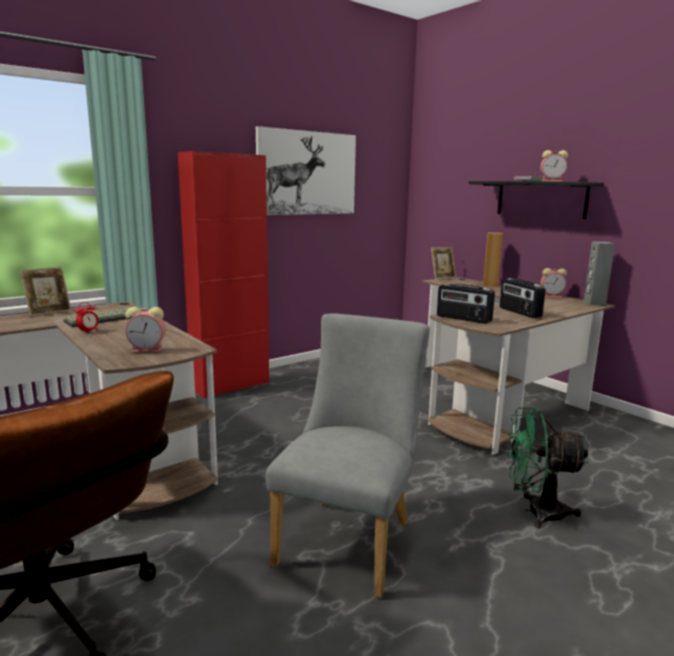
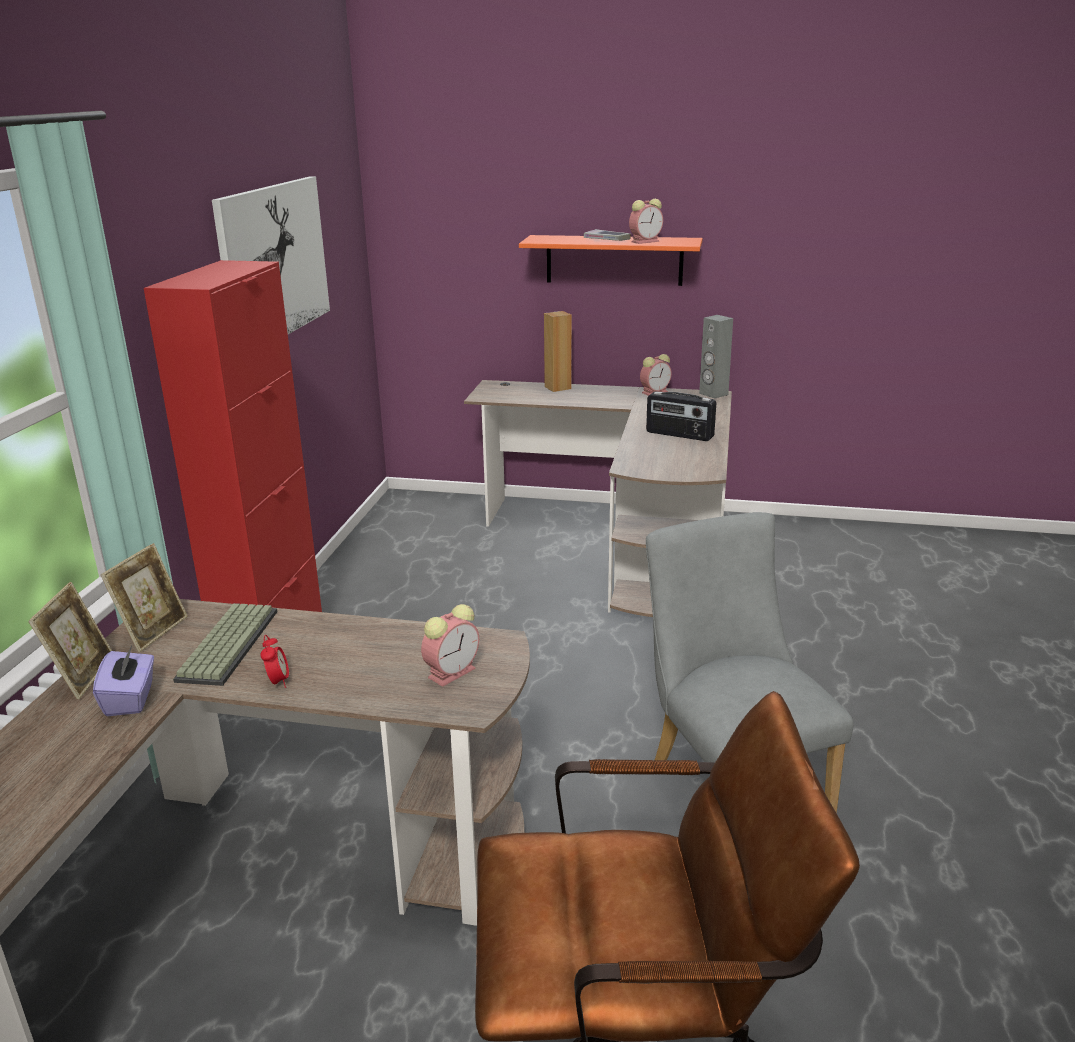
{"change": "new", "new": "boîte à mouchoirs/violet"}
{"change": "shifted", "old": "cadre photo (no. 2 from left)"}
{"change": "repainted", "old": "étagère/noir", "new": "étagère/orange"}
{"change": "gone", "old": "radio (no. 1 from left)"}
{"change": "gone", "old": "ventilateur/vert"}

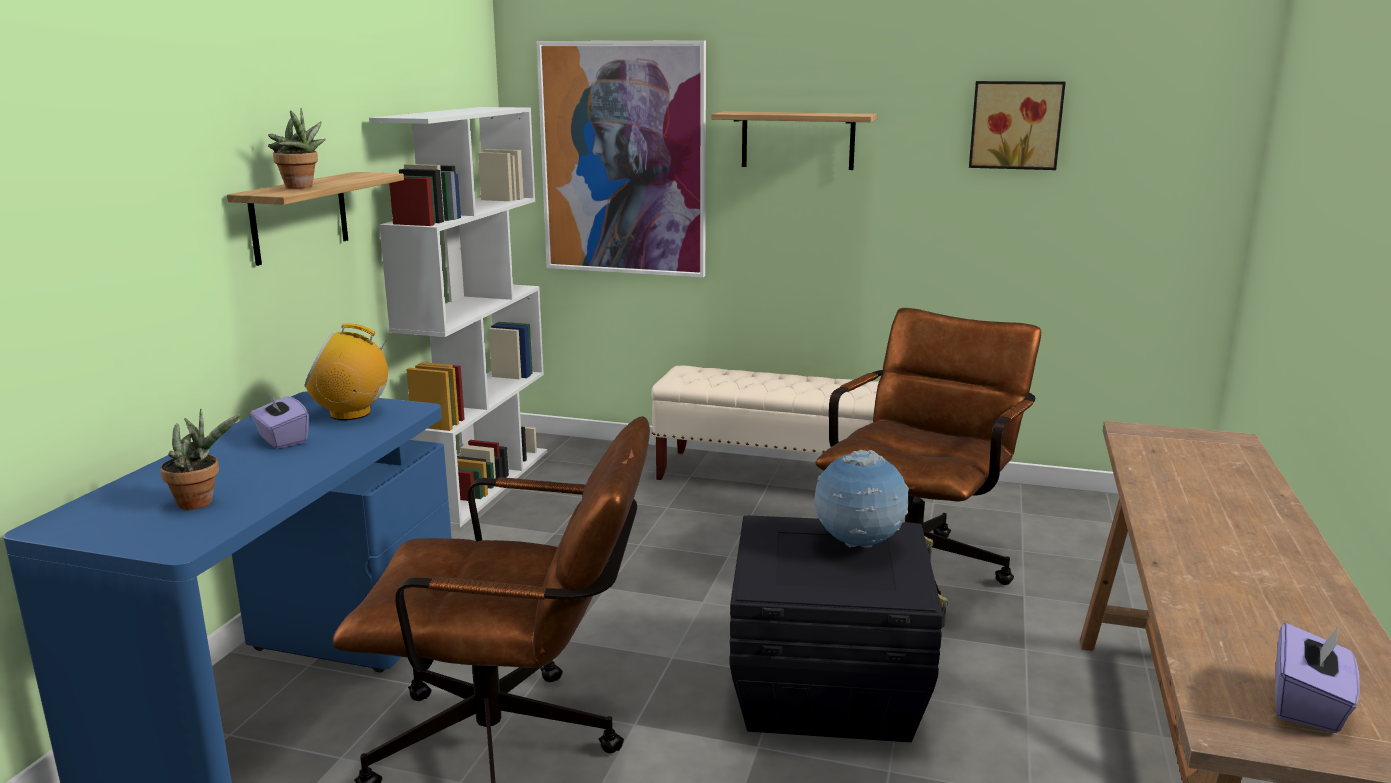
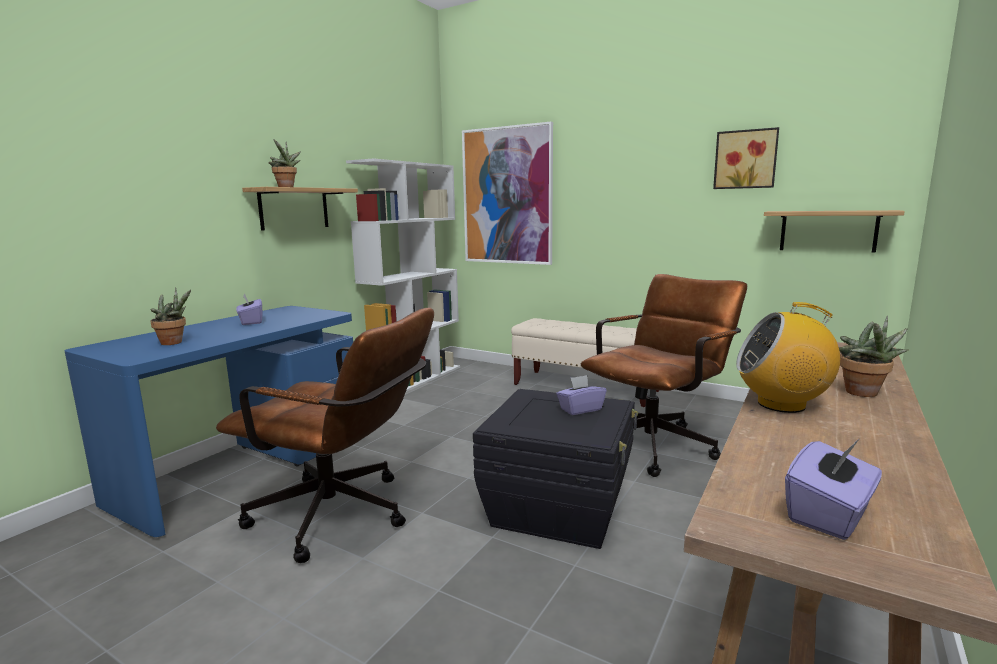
{"change": "swapped", "old": "globe", "new": "boîte à mouchoirs/violet (no. 2 from left)"}
{"change": "shifted", "old": "radio"}
{"change": "shifted", "old": "étagère (no. 2 from left)"}
{"change": "new", "new": "plante en pot (no. 3 from left)"}

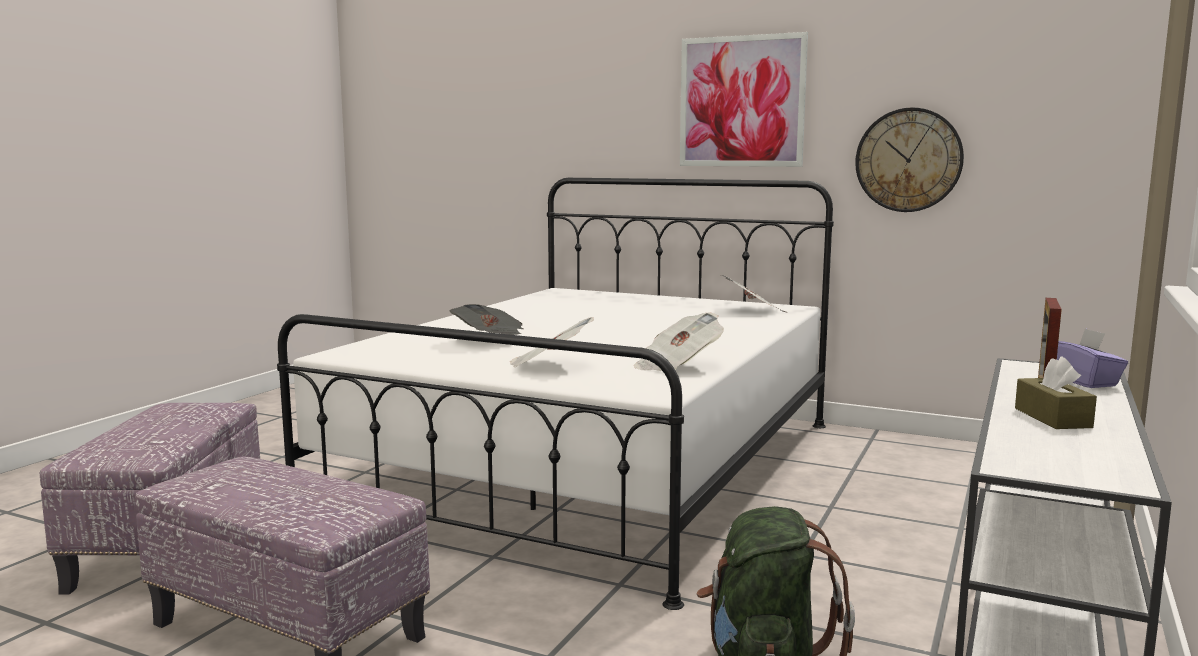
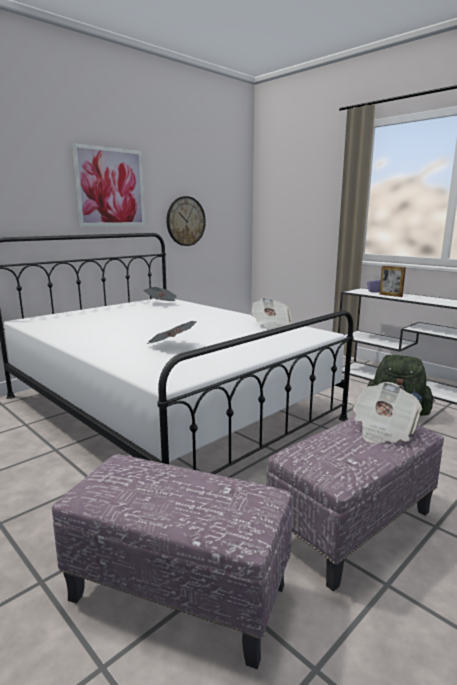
{"change": "shifted", "old": "journal (no. 2 from left in the first image)", "new": "journal (no. 4 from left)"}
{"change": "gone", "old": "boîte à mouchoirs/marron"}

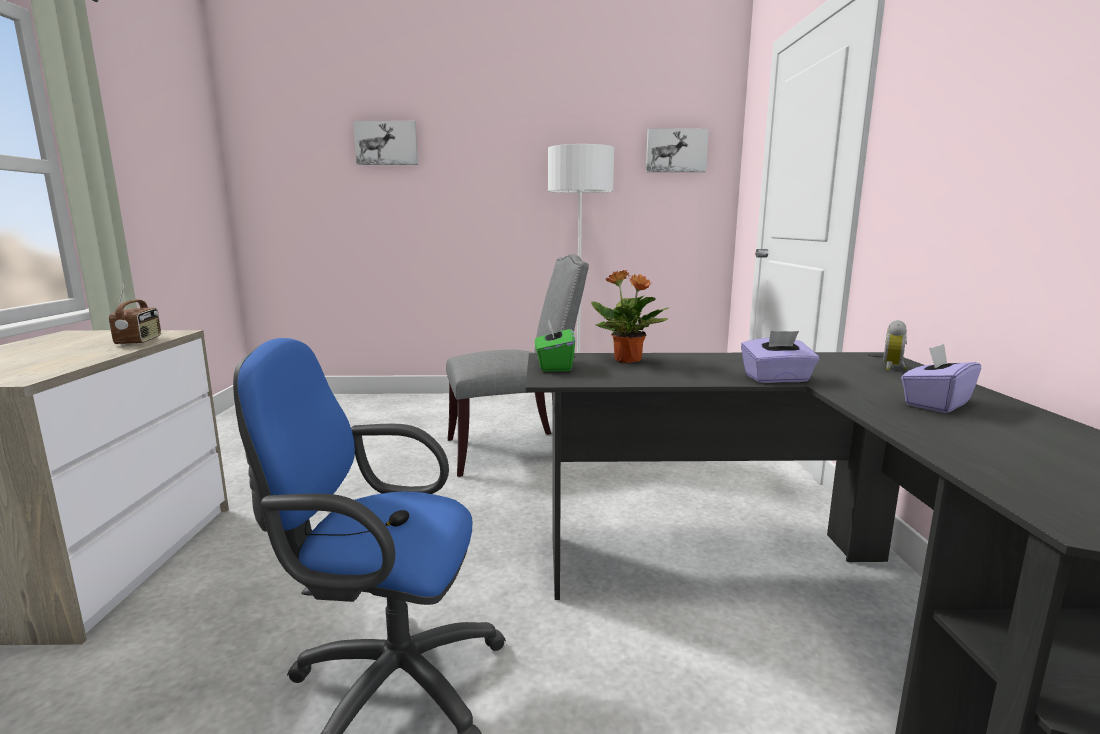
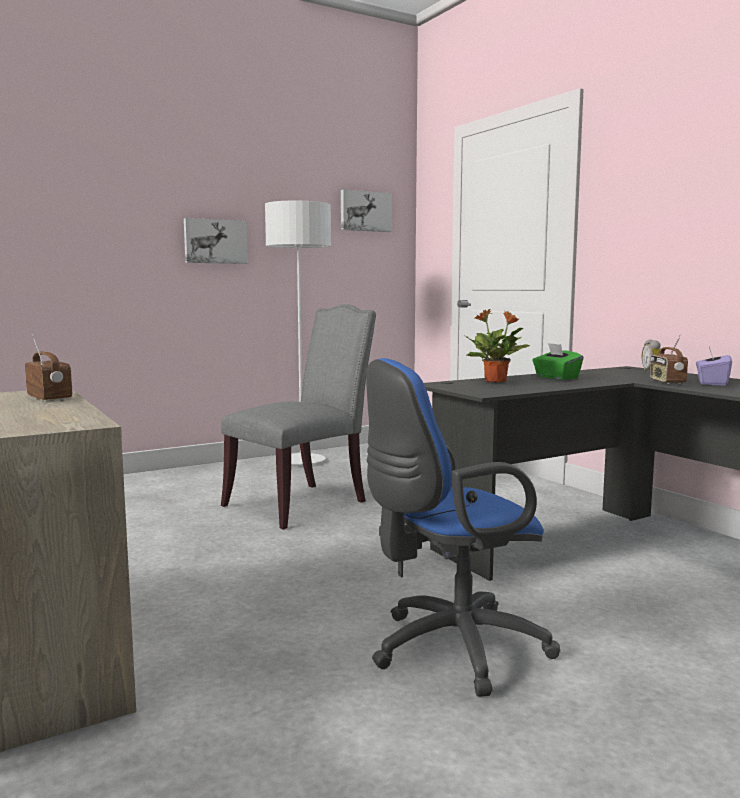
{"change": "shifted", "old": "tableau (no. 1 from left)"}
{"change": "shifted", "old": "boîte à mouchoirs/vert"}
{"change": "new", "new": "radio (no. 2 from left)"}
{"change": "gone", "old": "boîte à mouchoirs/violet (no. 1 from left)"}

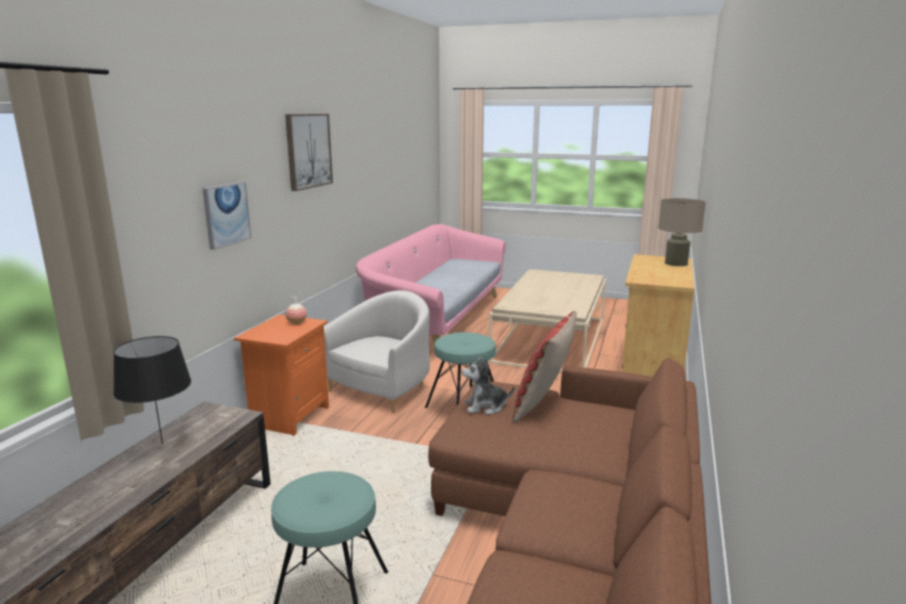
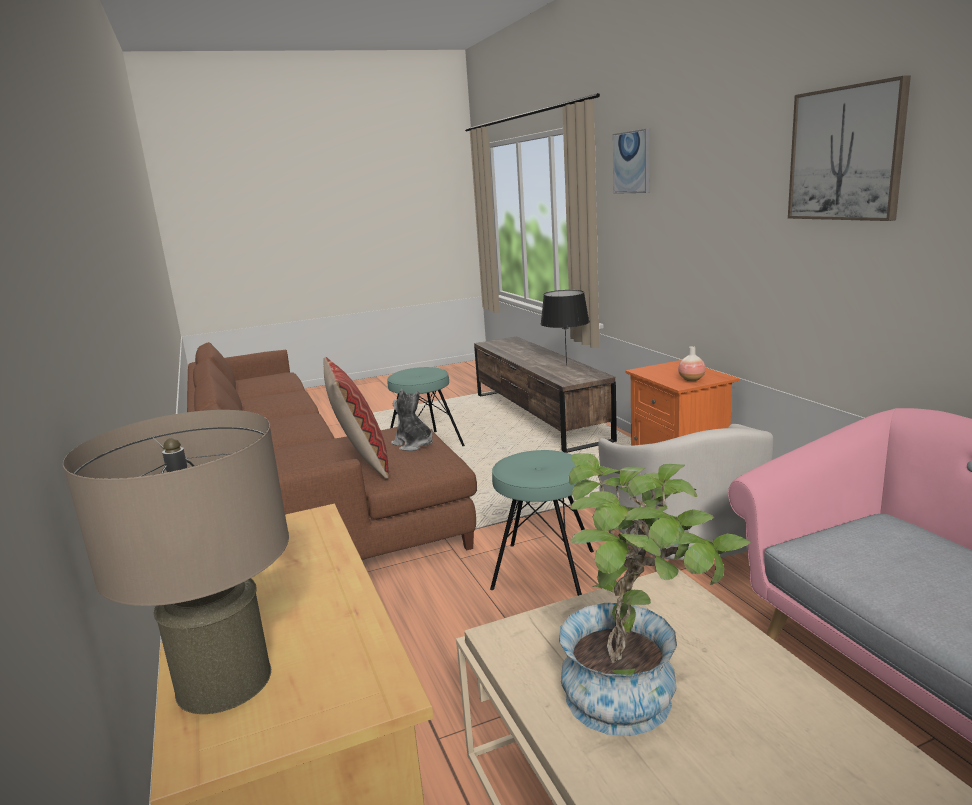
{"change": "rotated", "old": "peluche", "degrees": -90}
{"change": "new", "new": "plante en pot"}
{"change": "shifted", "old": "tableau (no. 1 from left)"}

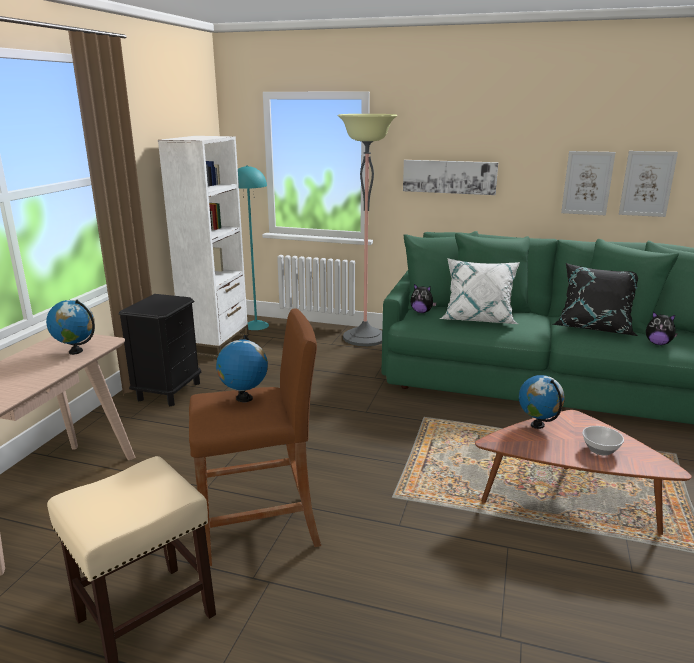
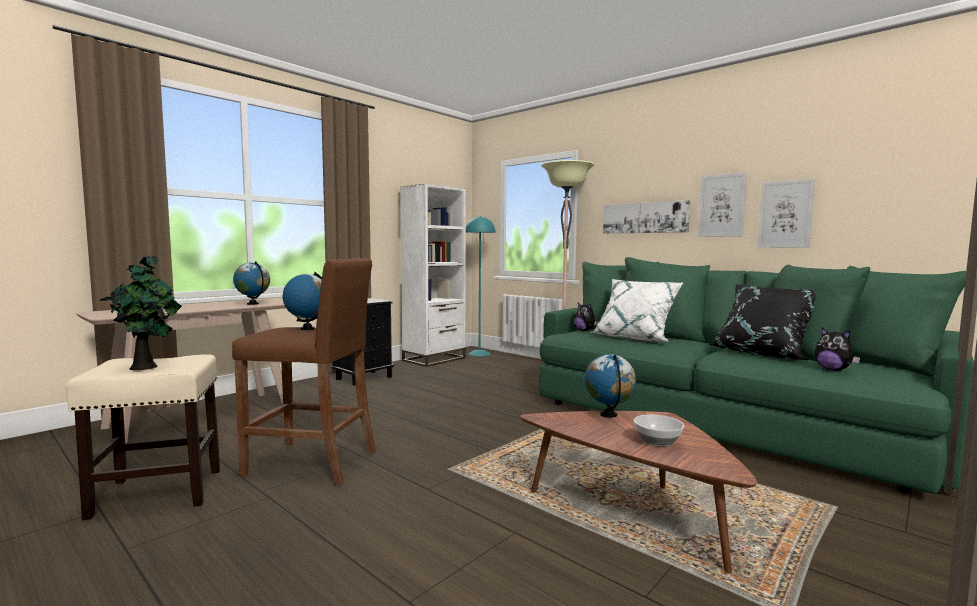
{"change": "new", "new": "plante en pot"}
{"change": "shifted", "old": "tableau (no. 3 from left in the first image)", "new": "tableau (no. 2 from left)"}

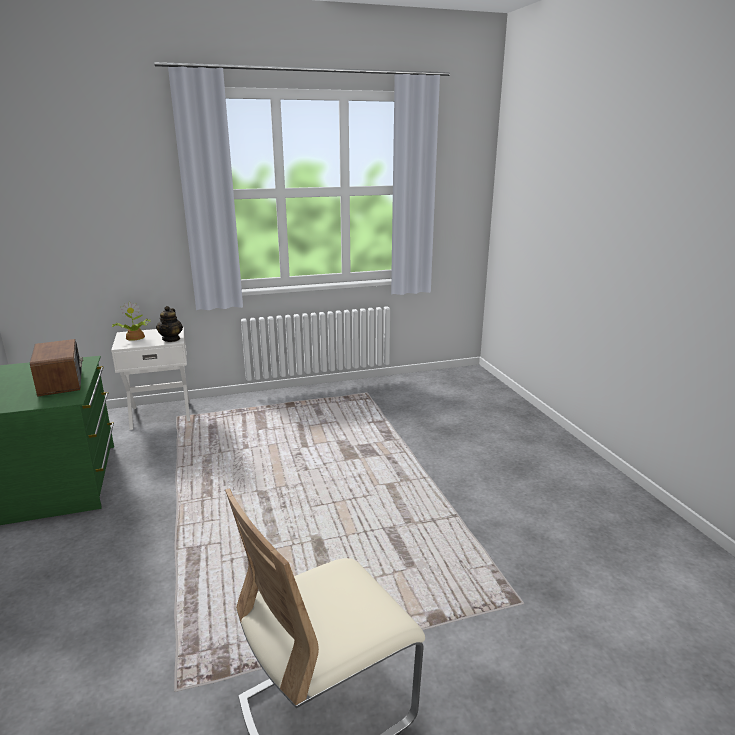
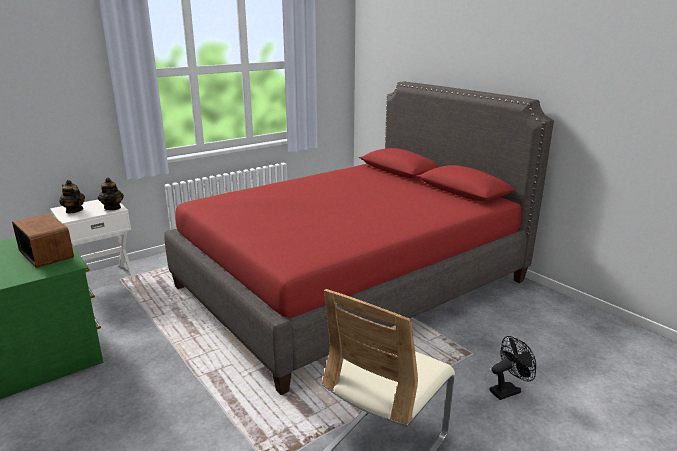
{"change": "swapped", "old": "plante en pot", "new": "théière (no. 1 from left)"}
{"change": "new", "new": "lit/rouge"}
{"change": "new", "new": "ventilateur/noir"}

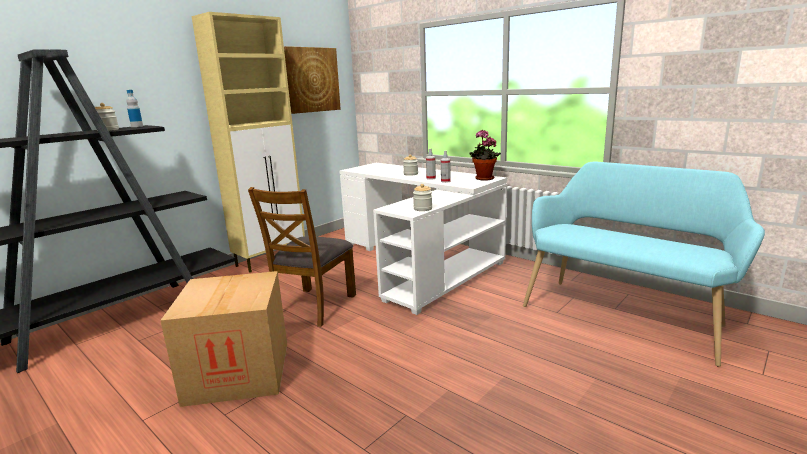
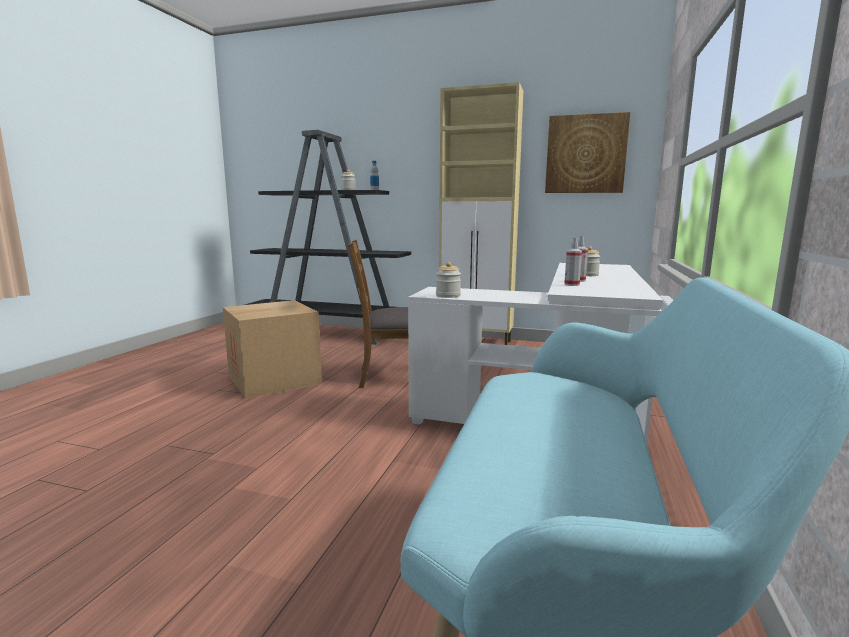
{"change": "gone", "old": "plante en pot"}

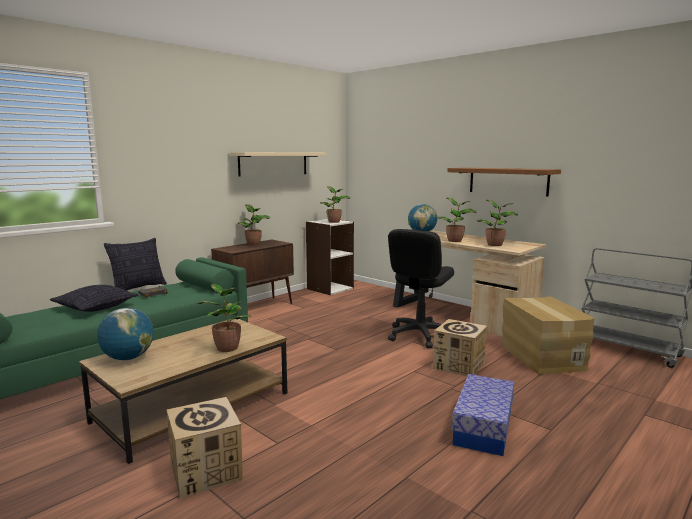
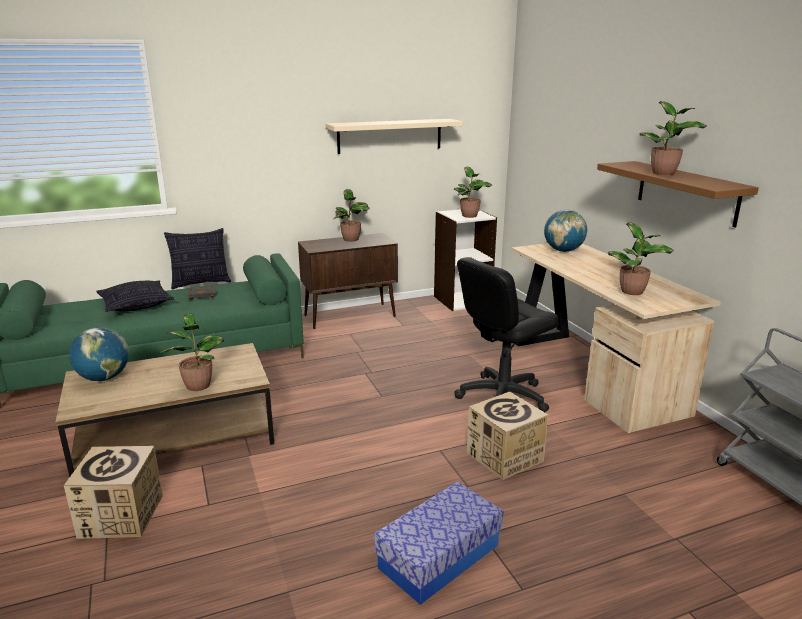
{"change": "shifted", "old": "plante en pot (no. 4 from left in the first image)", "new": "plante en pot (no. 5 from left)"}
{"change": "gone", "old": "carton (no. 3 from left)"}

